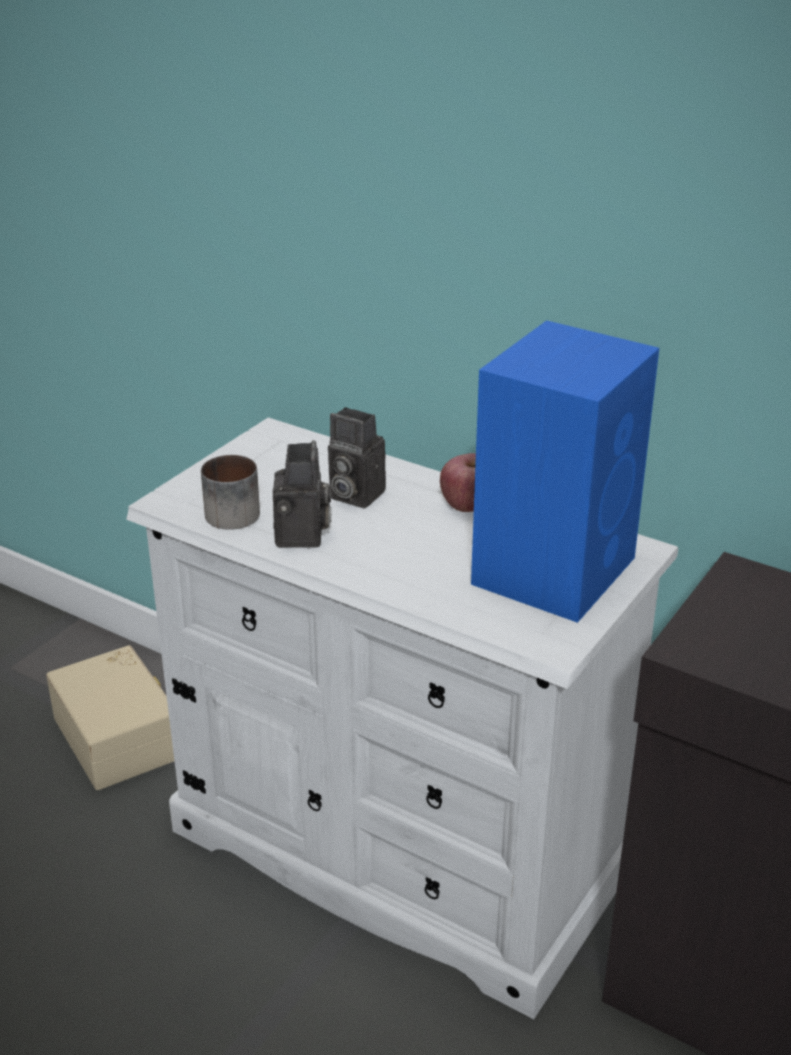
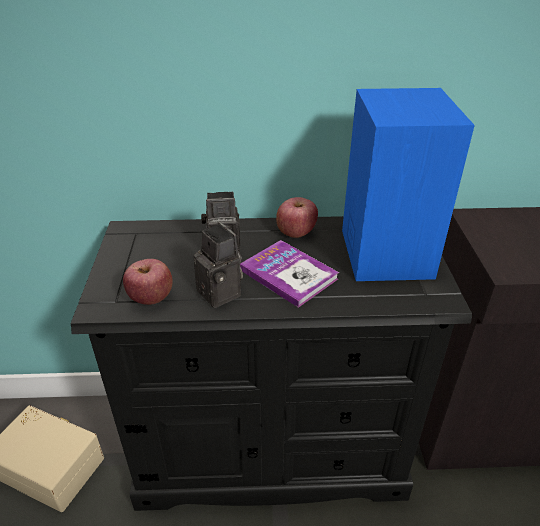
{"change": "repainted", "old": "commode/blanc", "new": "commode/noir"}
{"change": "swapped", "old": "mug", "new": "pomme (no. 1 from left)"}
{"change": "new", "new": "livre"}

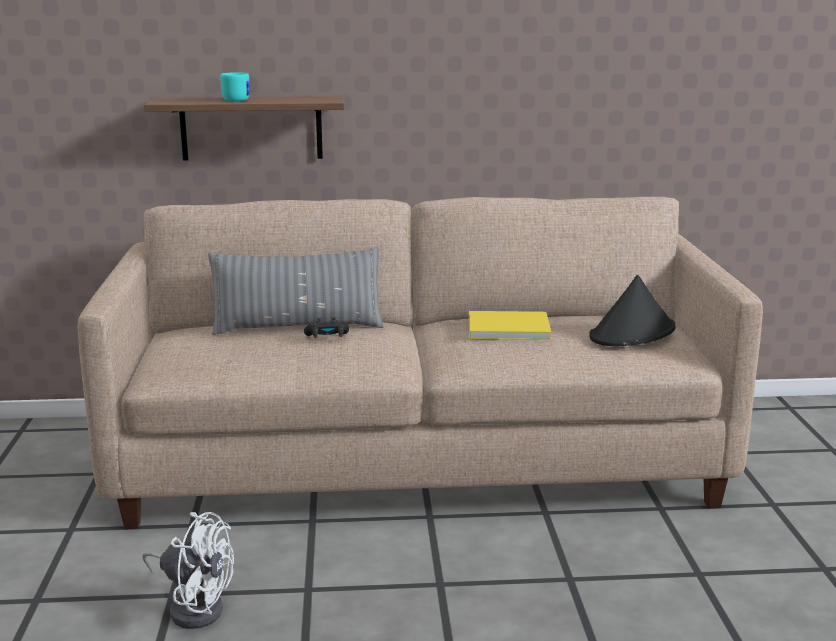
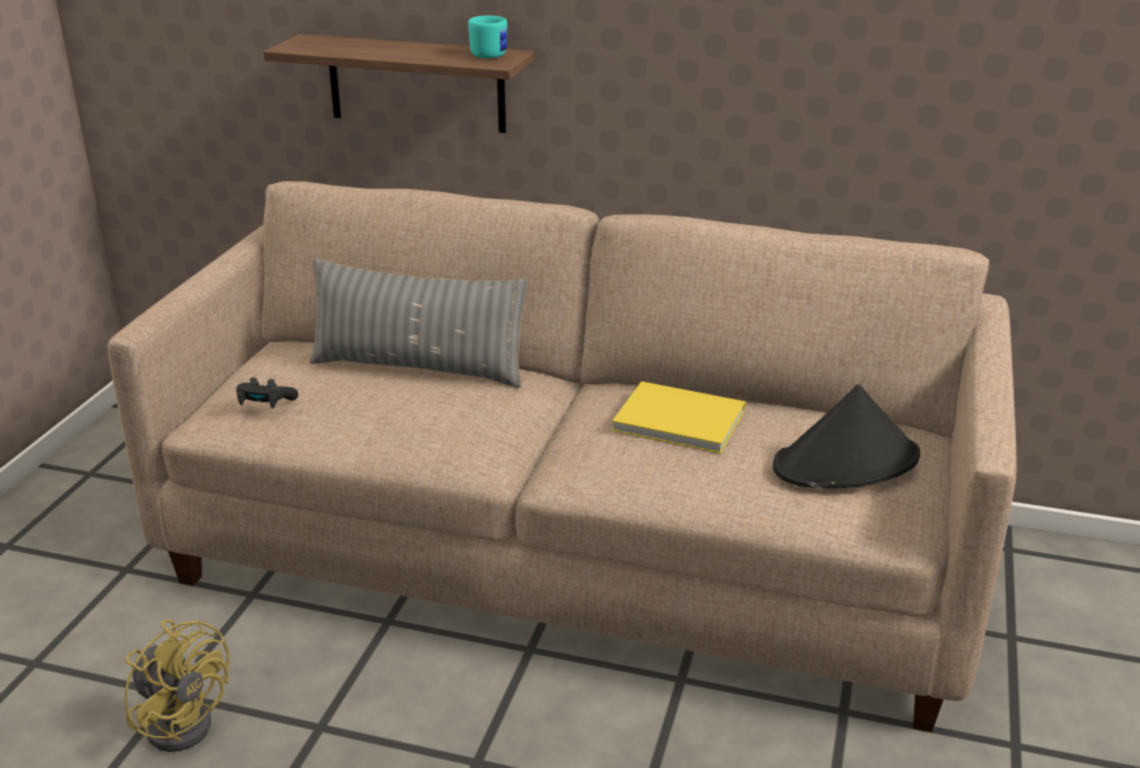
{"change": "repainted", "old": "ventilateur/blanc", "new": "ventilateur/jaune"}
{"change": "shifted", "old": "manette/noir"}
{"change": "shifted", "old": "mug/turquoise"}

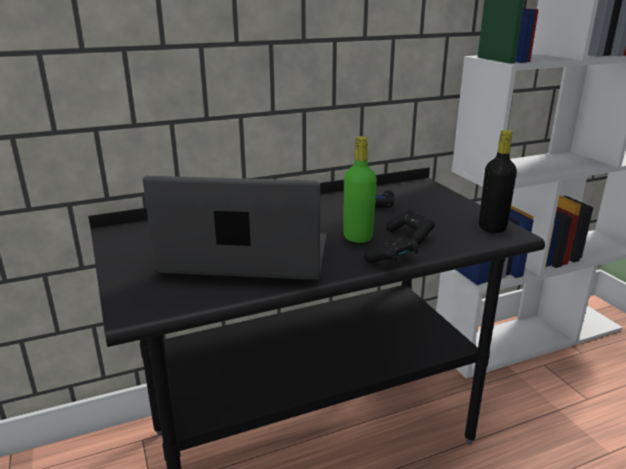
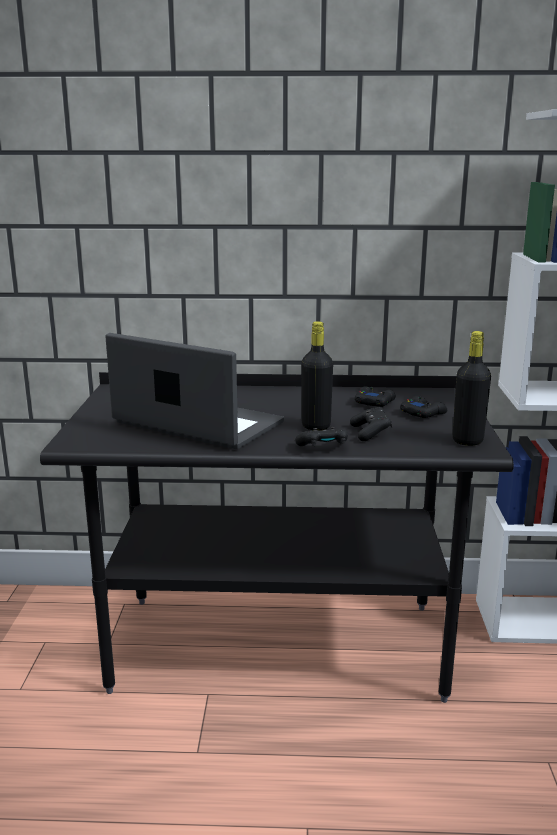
{"change": "repainted", "old": "bouteille/vert", "new": "bouteille/noir (no. 1 from left)"}
{"change": "new", "new": "manette/noir (no. 4 from left)"}

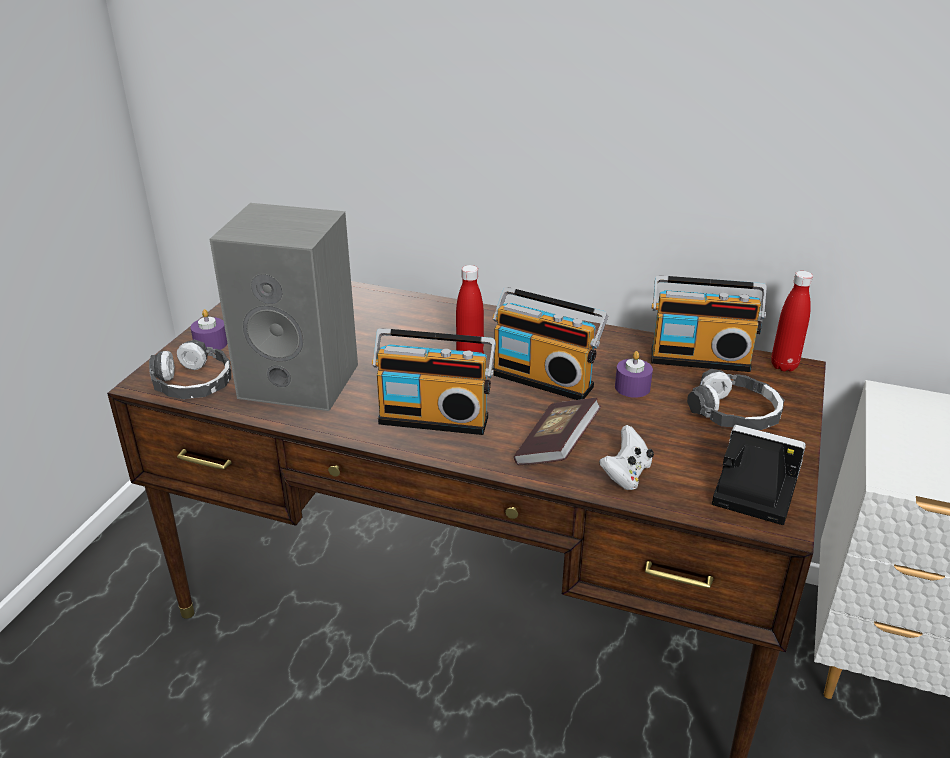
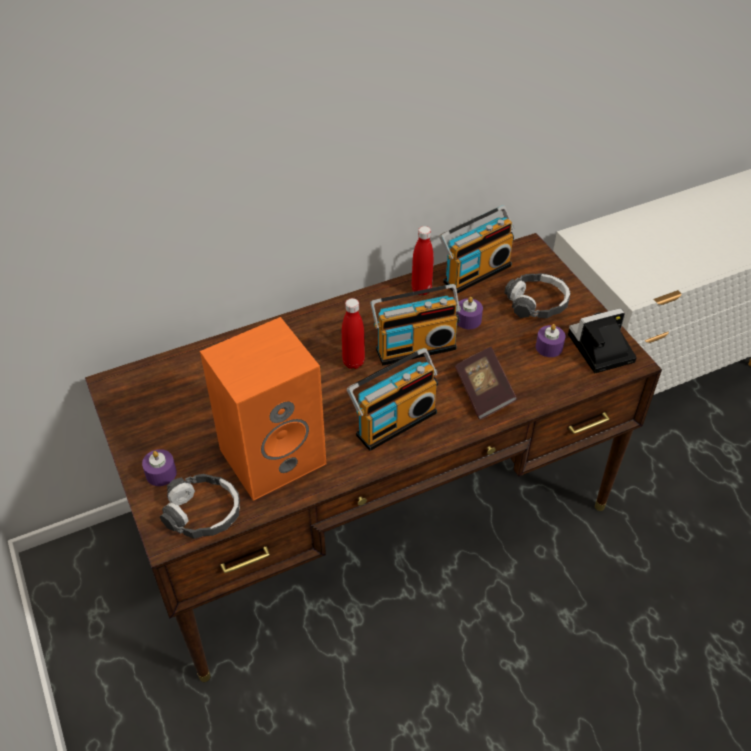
{"change": "repainted", "old": "enceinte/gris", "new": "enceinte/orange"}
{"change": "shifted", "old": "bouteille/rouge (no. 2 from left)"}
{"change": "new", "new": "bougie/violet (no. 3 from left)"}
{"change": "gone", "old": "manette/blanc"}

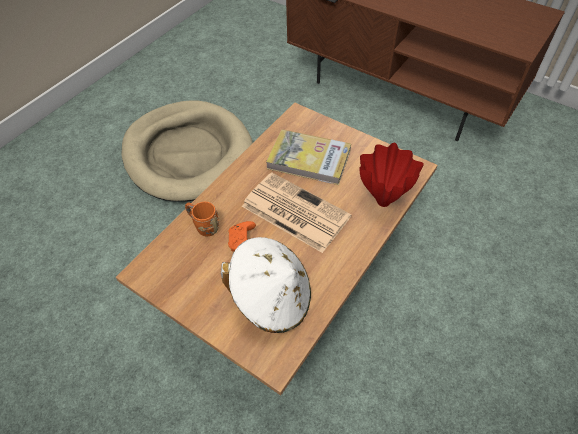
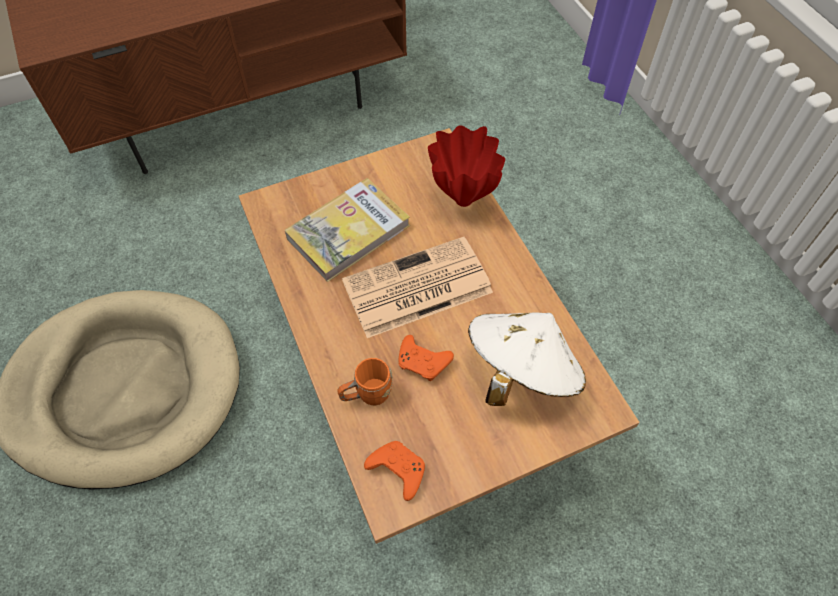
{"change": "new", "new": "manette/orange (no. 1 from left)"}

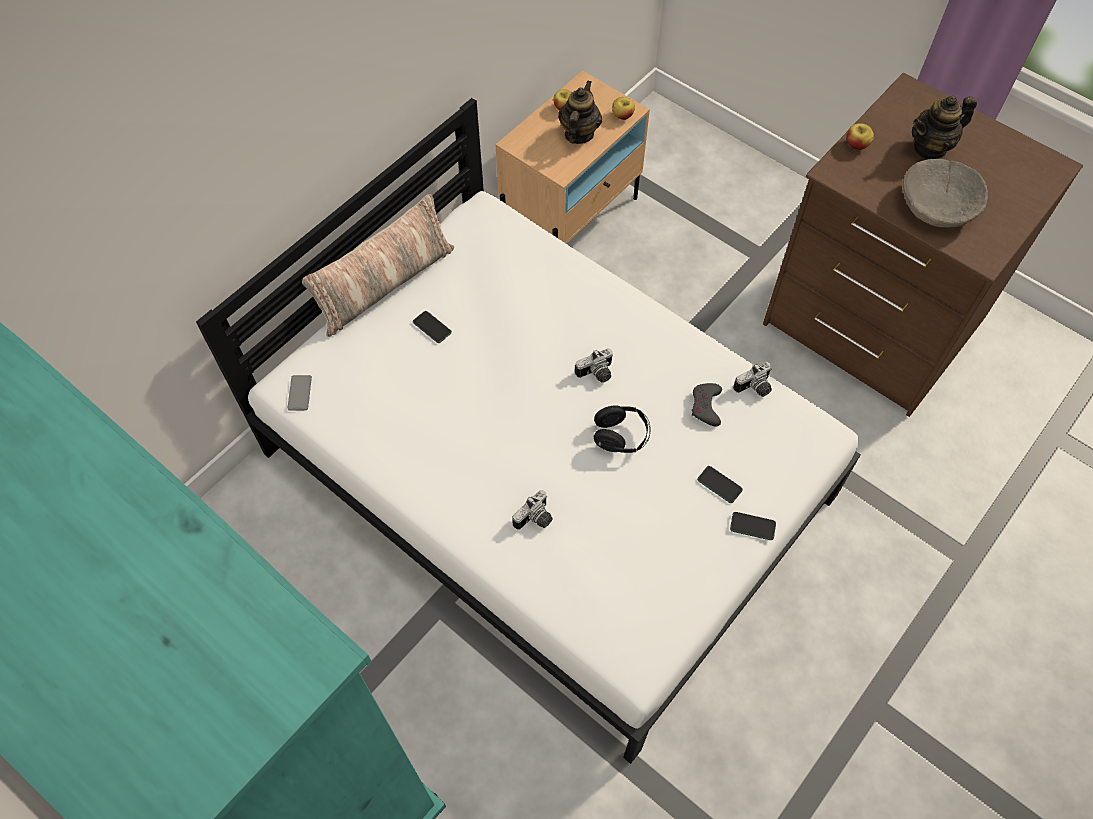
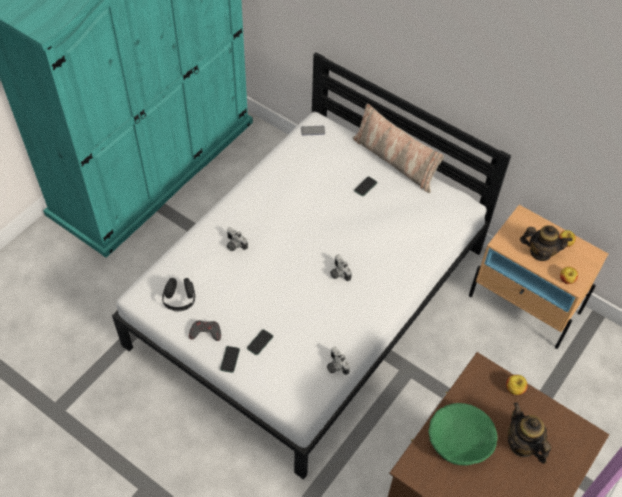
{"change": "shifted", "old": "casque audio/noir"}
{"change": "shifted", "old": "manette/gris"}
{"change": "repainted", "old": "bol/beige", "new": "bol/vert"}

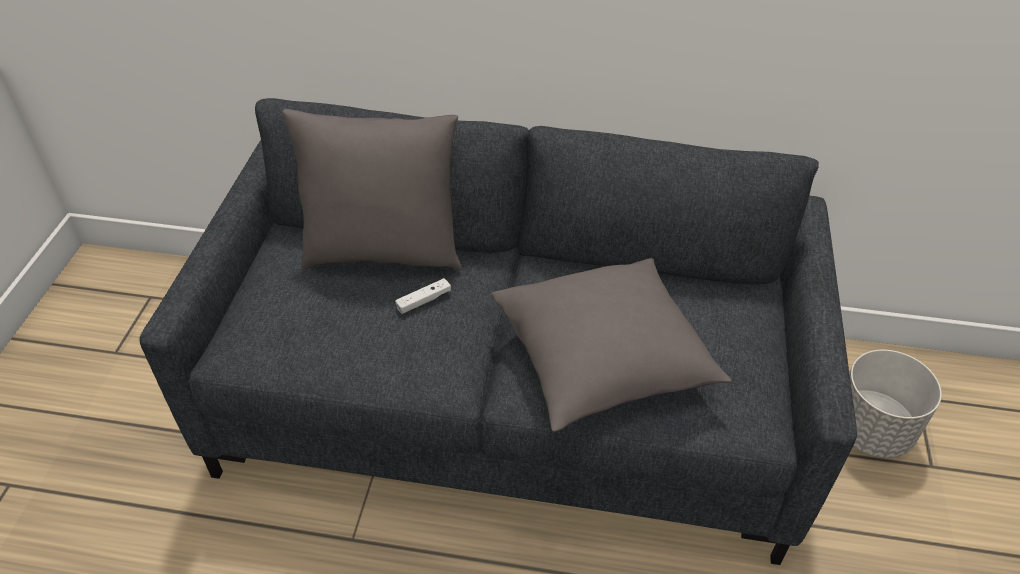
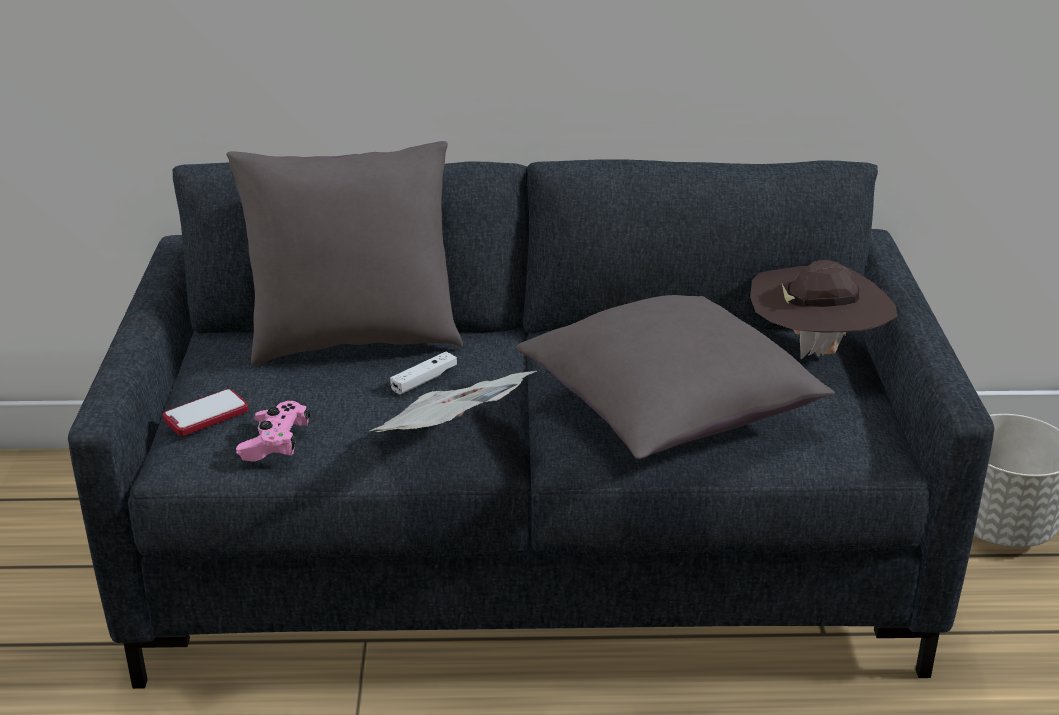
{"change": "new", "new": "téléphone"}
{"change": "new", "new": "manette/rose"}
{"change": "new", "new": "journal"}
{"change": "new", "new": "chapeau/marron"}

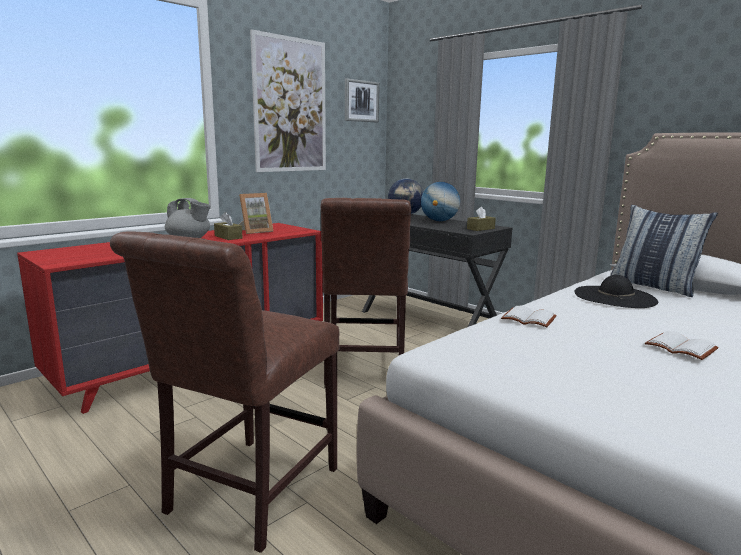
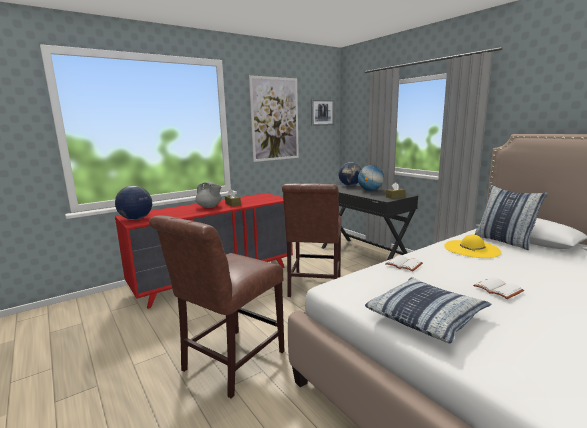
{"change": "new", "new": "globe (no. 1 from left)"}
{"change": "new", "new": "coussin (no. 1 from left)"}
{"change": "repainted", "old": "chapeau/noir", "new": "chapeau/jaune"}
{"change": "gone", "old": "cadre photo"}

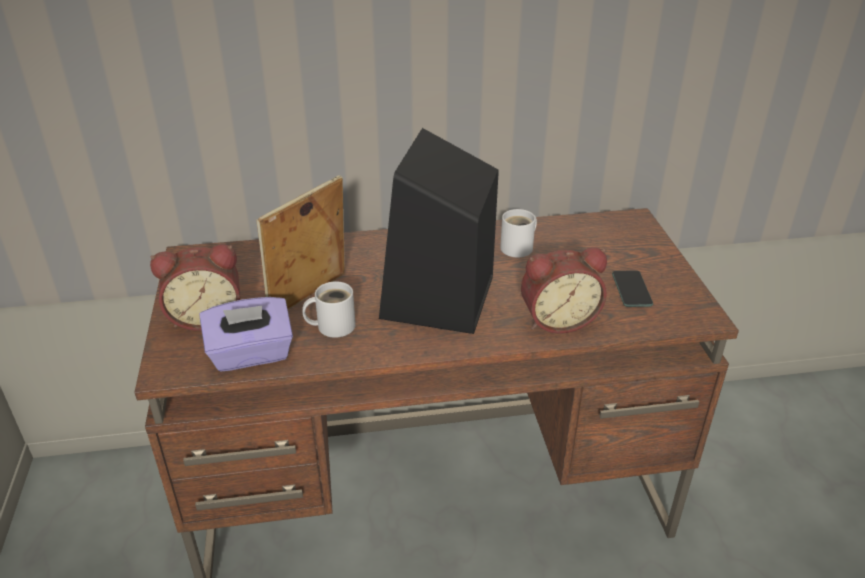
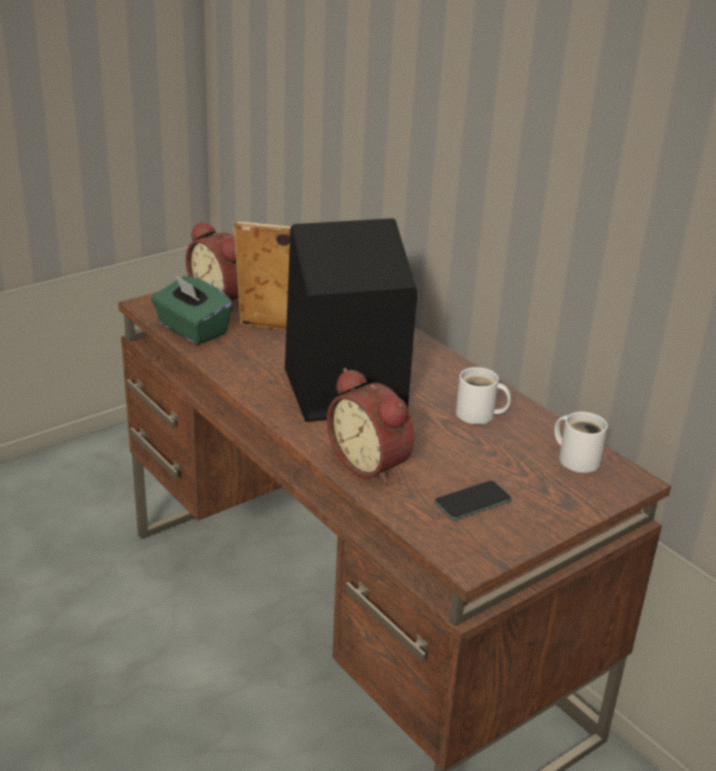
{"change": "repainted", "old": "boîte à mouchoirs/violet", "new": "boîte à mouchoirs/vert"}
{"change": "shifted", "old": "mug/blanc (no. 1 from left in the first image)", "new": "mug/blanc (no. 2 from left)"}

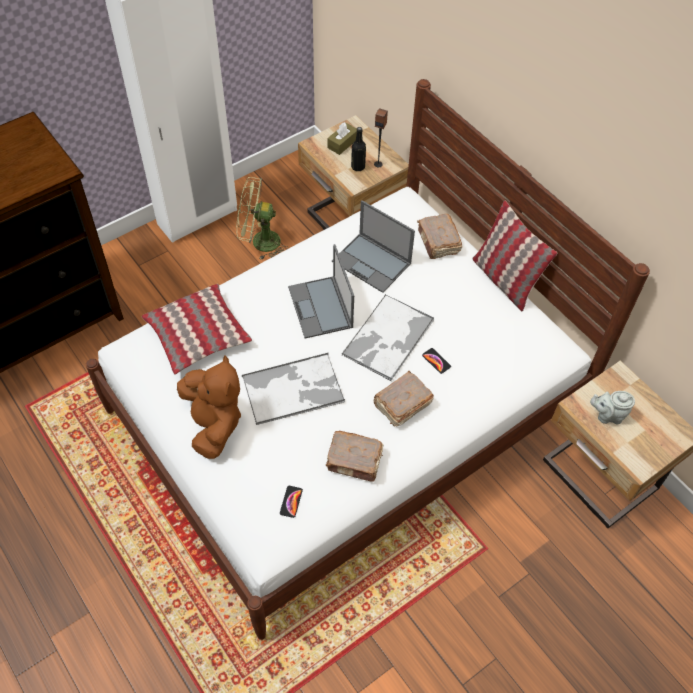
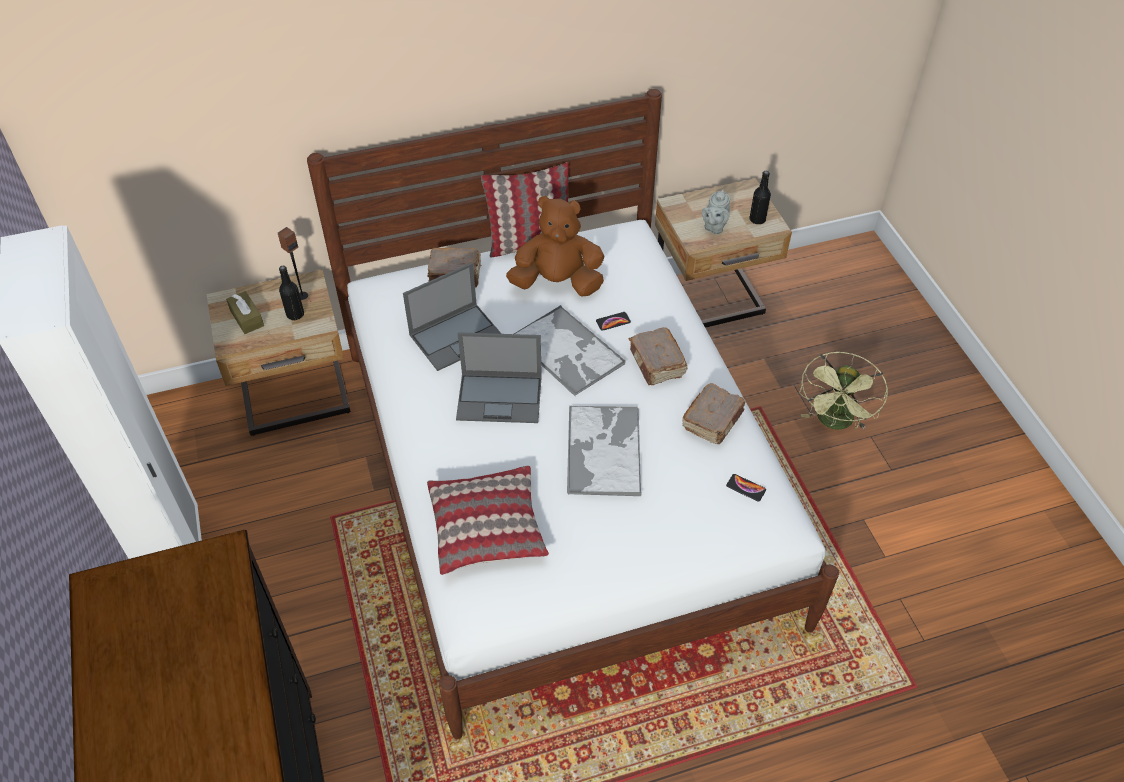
{"change": "shifted", "old": "peluche/marron"}
{"change": "new", "new": "bouteille/noir (no. 2 from left)"}
{"change": "shifted", "old": "ventilateur/vert"}

